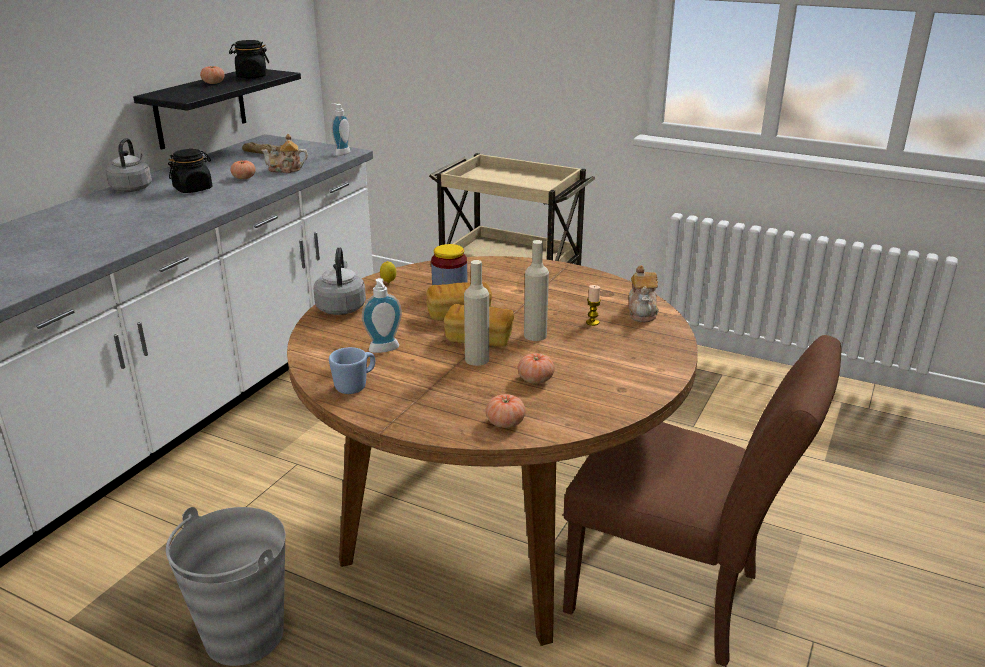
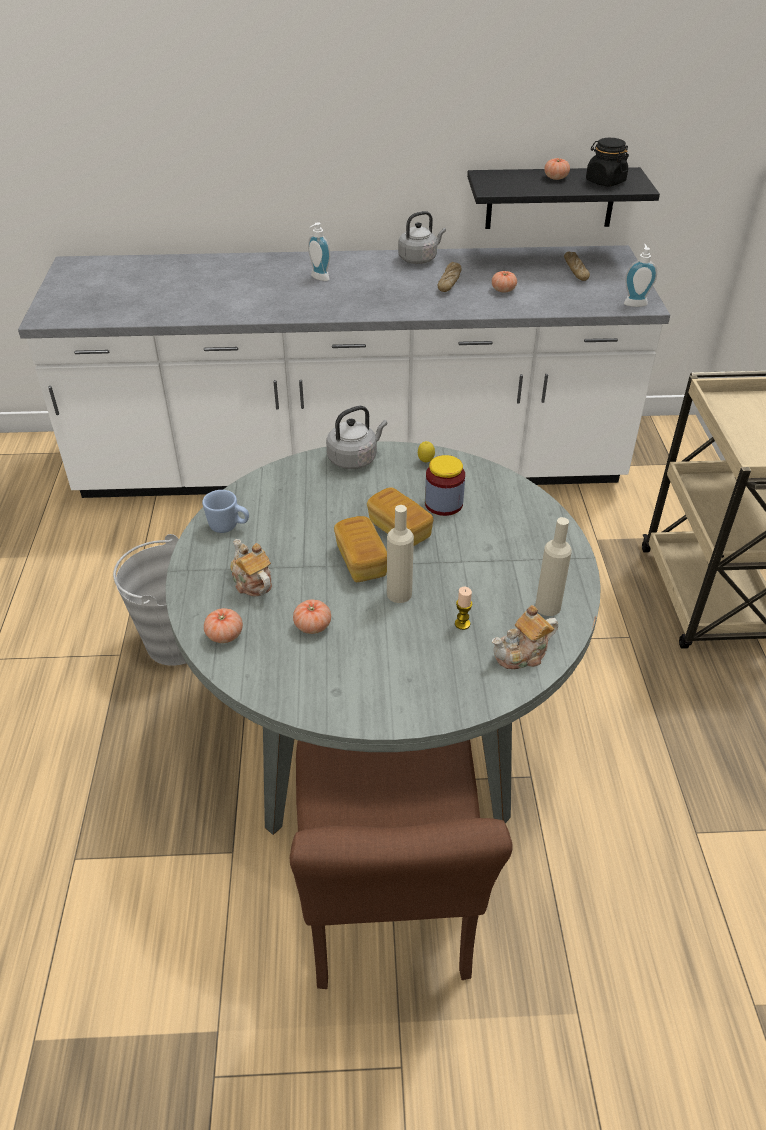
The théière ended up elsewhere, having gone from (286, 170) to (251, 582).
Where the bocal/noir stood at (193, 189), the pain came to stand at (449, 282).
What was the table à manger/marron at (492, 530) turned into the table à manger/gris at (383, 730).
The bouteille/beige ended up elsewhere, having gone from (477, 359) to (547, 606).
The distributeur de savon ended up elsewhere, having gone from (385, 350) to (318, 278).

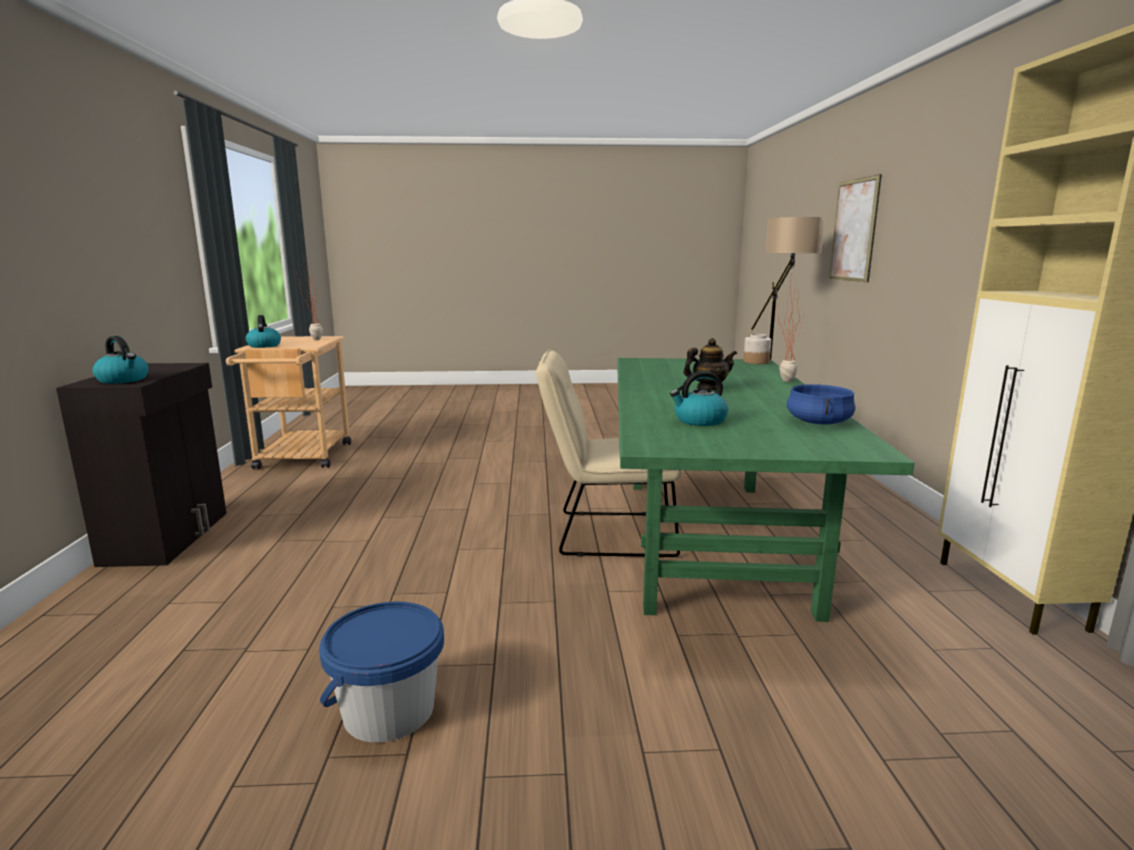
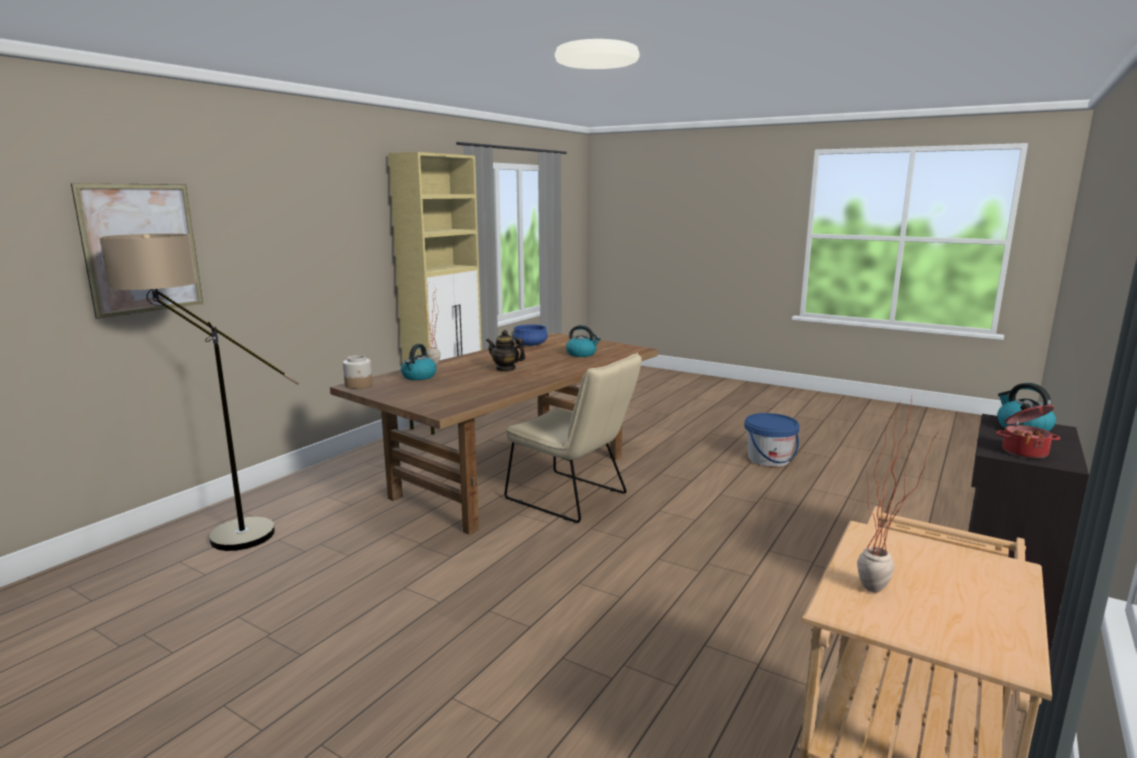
The bouilloire ended up elsewhere, having gone from (264, 345) to (419, 377).
What was the table à manger/vert at (710, 539) turned into the table à manger/marron at (514, 475).
The second view gained the marmite at (1024, 451).

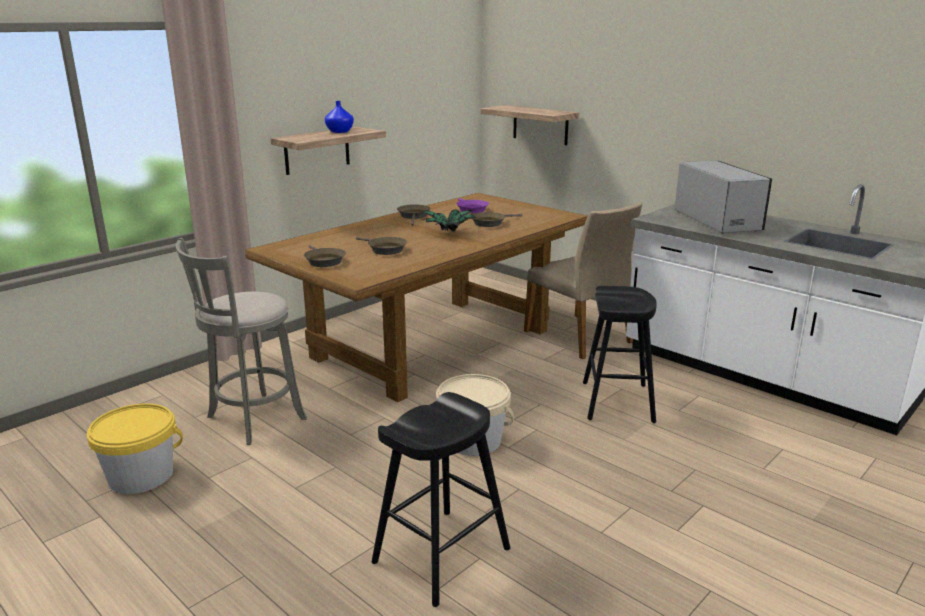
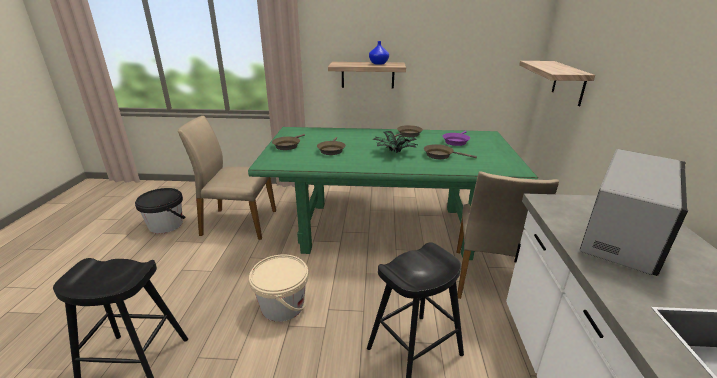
What was the table à manger/marron at (432, 344) turned into the table à manger/vert at (384, 228).
Where the tabouret/gris stood at (252, 420), the chaise/beige came to stand at (238, 223).
What was the seau/jaune at (141, 476) turned into the seau/noir at (166, 225).

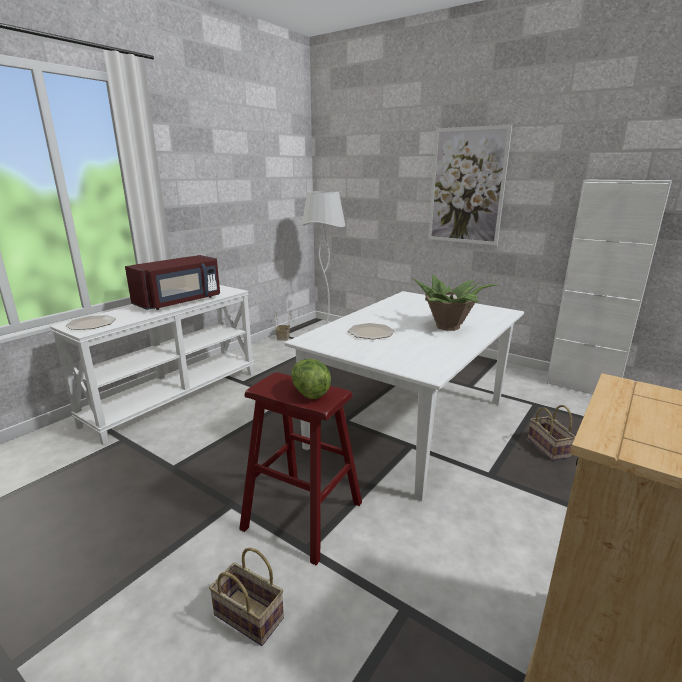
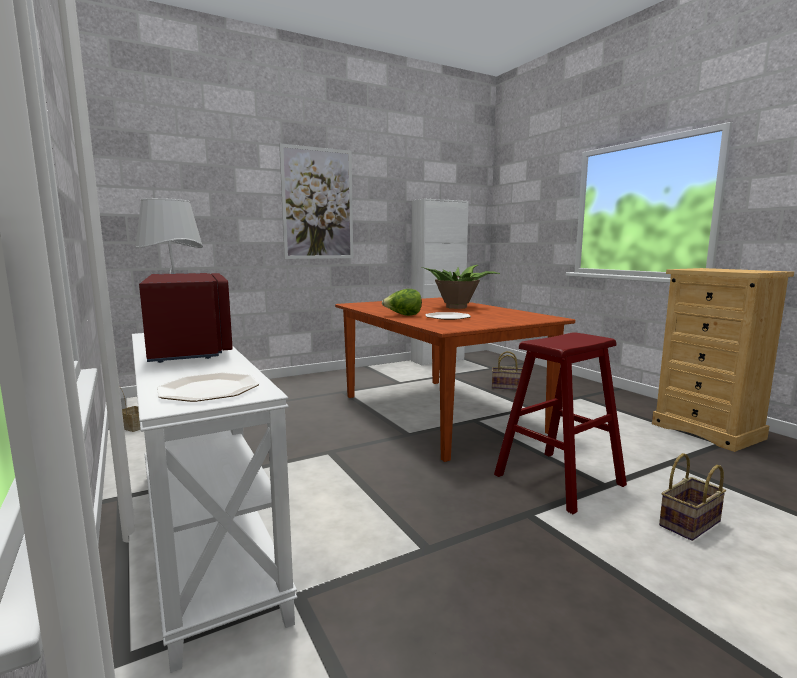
What was the table à manger/blanc at (410, 424) turned into the table à manger/marron at (440, 413).
The laitue ended up elsewhere, having gone from (309, 393) to (403, 315).

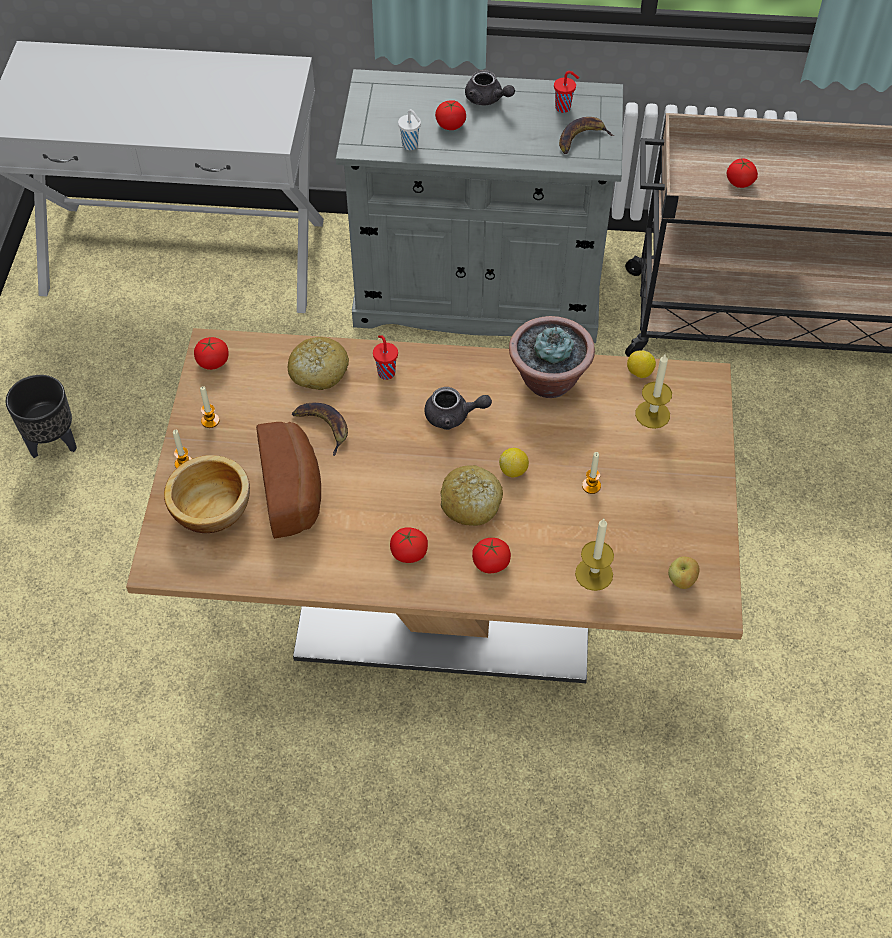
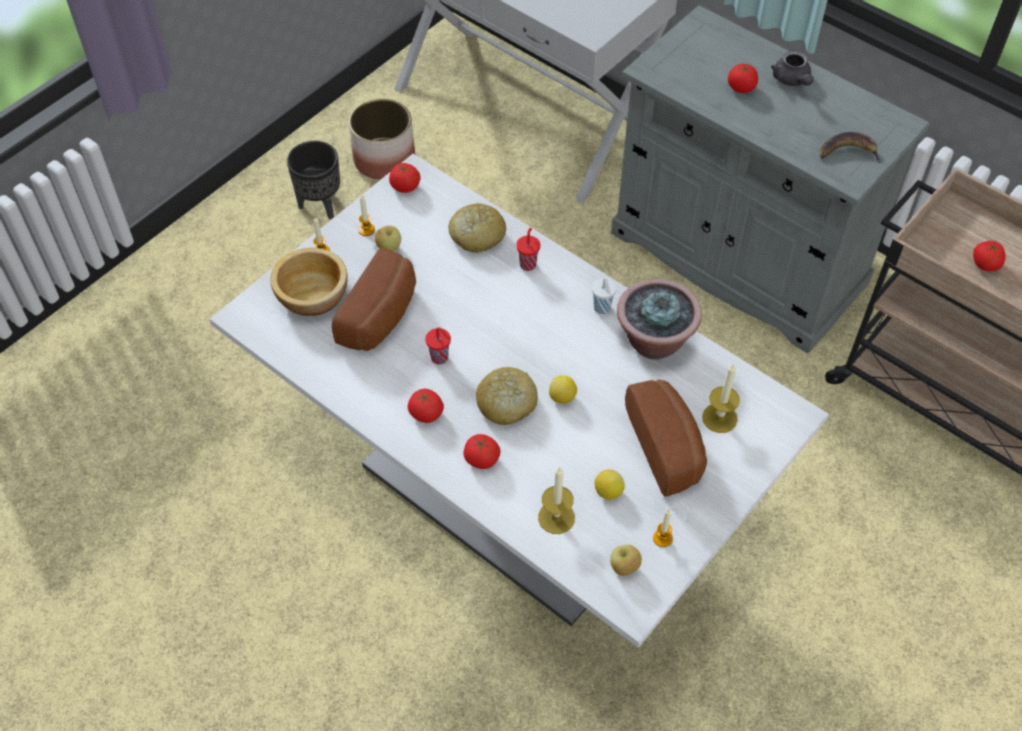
The tasse/rouge ended up elsewhere, having gone from (564, 108) to (440, 358).
The tasse/blanc ended up elsewhere, having gone from (410, 146) to (602, 308).
What was the table à manger/marron at (446, 602) turned into the table à manger/blanc at (510, 492).
The citron ended up elsewhere, having gone from (639, 373) to (608, 491).
The second view lost the théière/gris at (453, 416).
The second view lost the banane at (323, 427).
The bougie ended up elsewhere, having gone from (591, 486) to (662, 538).
The second view gained the cache-pot at (384, 159).
The second view gained the pomme at (389, 248).
The second view gained the pain at (668, 446).

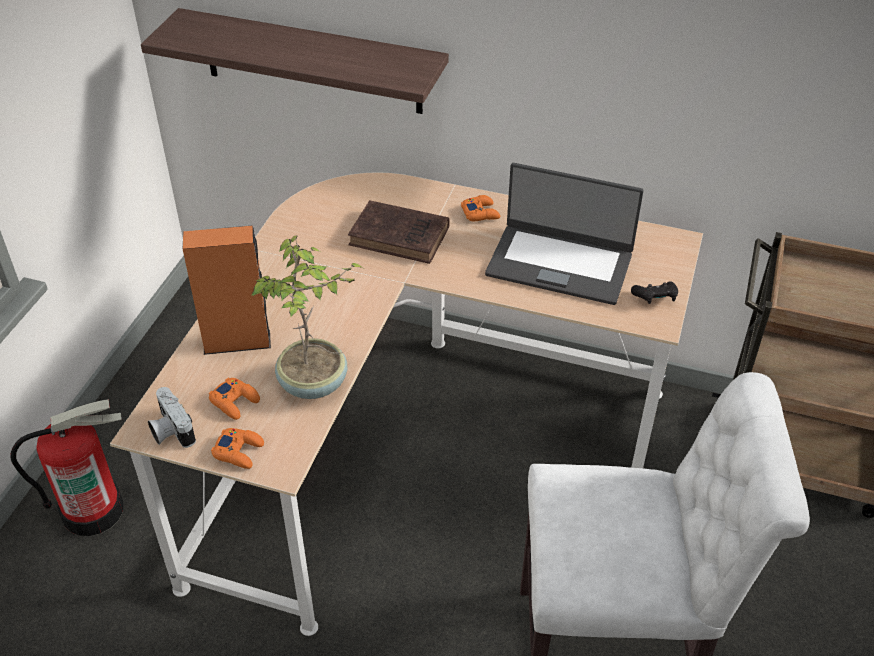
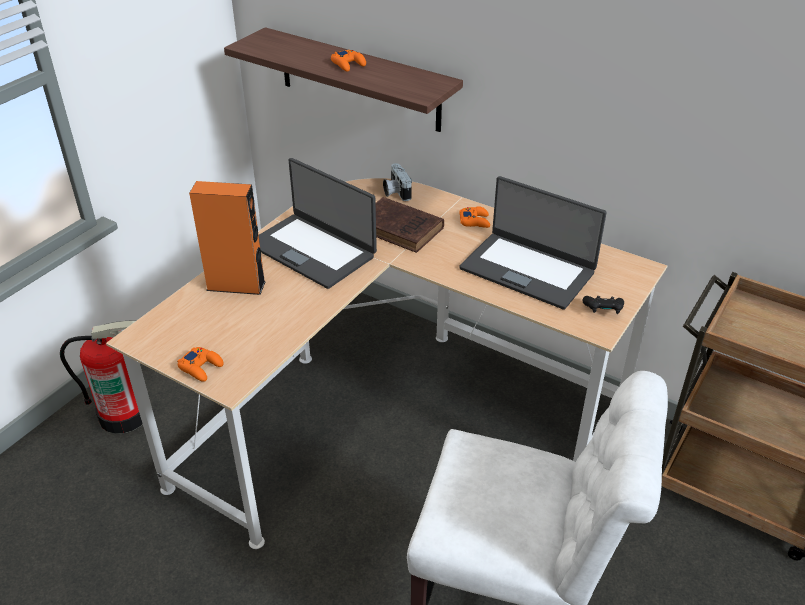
The second view lost the plante en pot at (314, 385).
The manette/orange ended up elsewhere, having gone from (235, 402) to (348, 64).
The appareil photo ended up elsewhere, having gone from (170, 430) to (395, 192).
The second view gained the ordinateur portable at (313, 250).

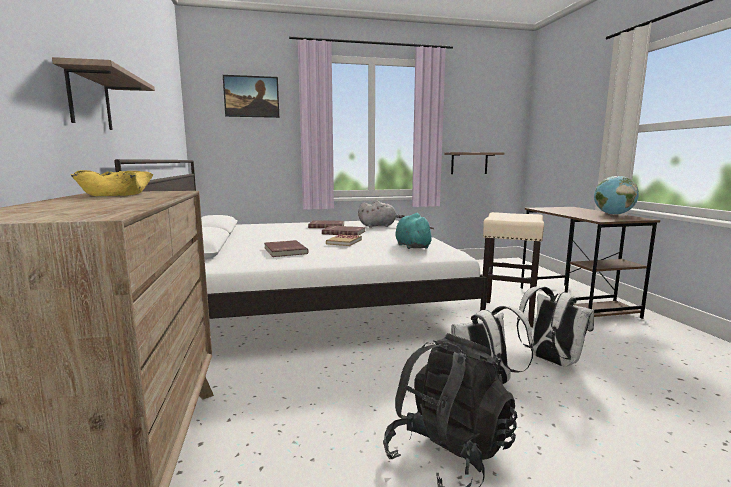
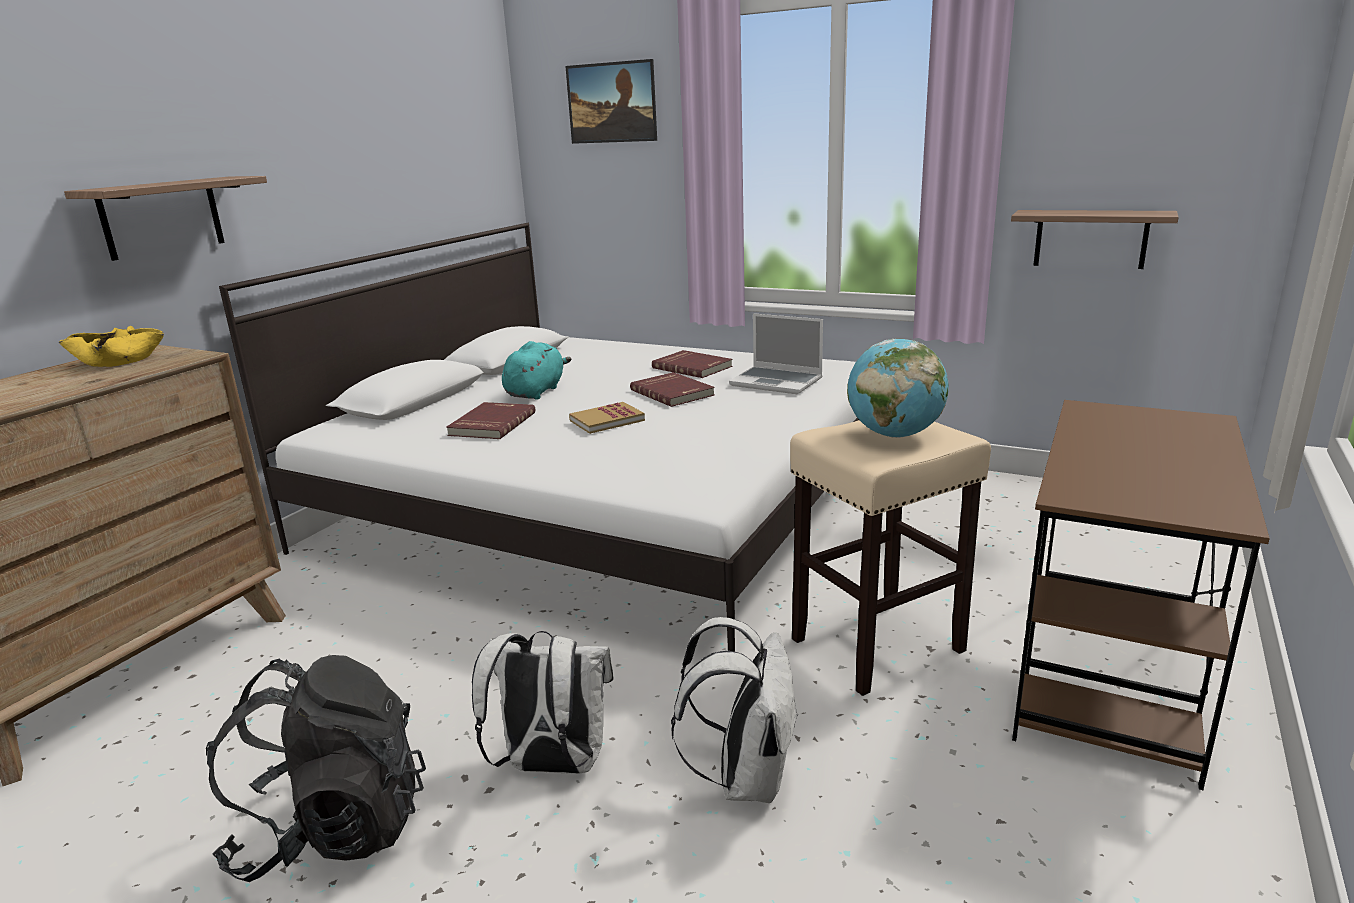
The globe ended up elsewhere, having gone from (613, 214) to (894, 434).
Where the peluche/gris stood at (379, 226), the ordinateur portable came to stand at (777, 382).
The peluche/turquoise ended up elsewhere, having gone from (412, 246) to (536, 391).

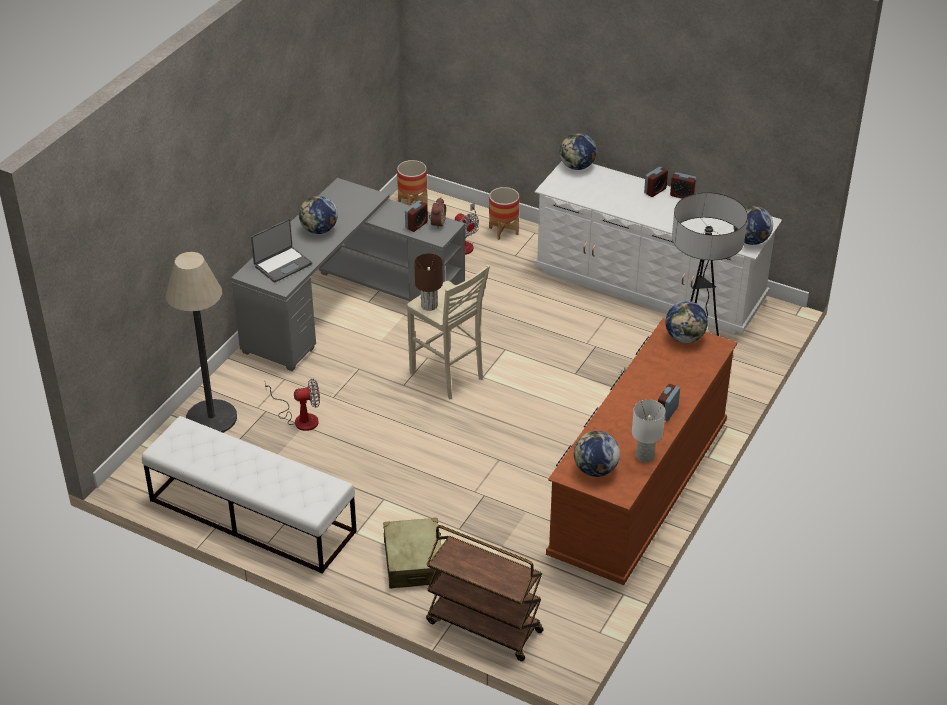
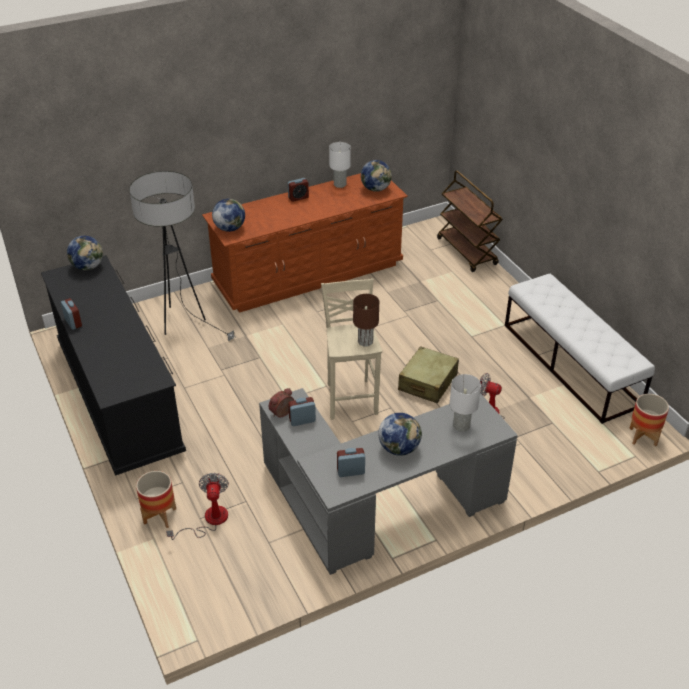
The second view lost the globe at (577, 167).
The cache-pot ended up elsewhere, having gone from (412, 203) to (643, 437).
What was the commode/blanc at (649, 286) turned into the commode/noir at (119, 397).
The réveil ended up elsewhere, having gone from (655, 191) to (350, 471).
Where the ordinateur portable stood at (282, 265), the lampe de table/blanc came to stand at (461, 426).
The second view lost the lampadaire at (211, 418).
The valise/beige ended up elsewhere, having gone from (414, 562) to (427, 382).

